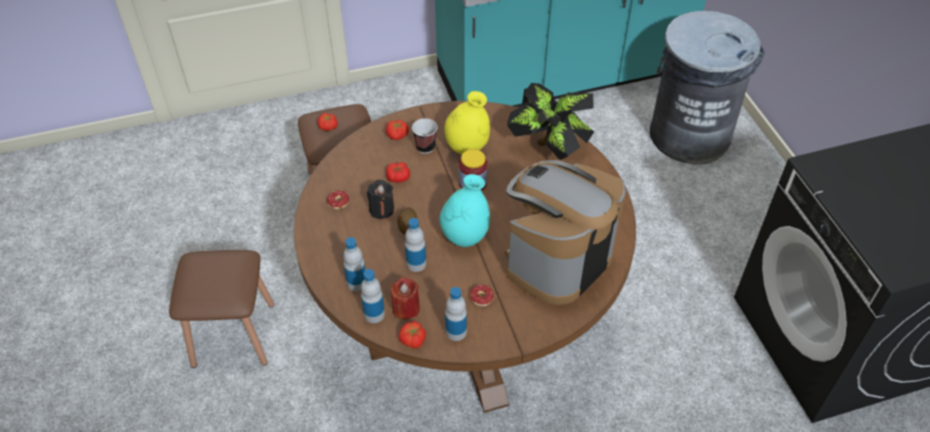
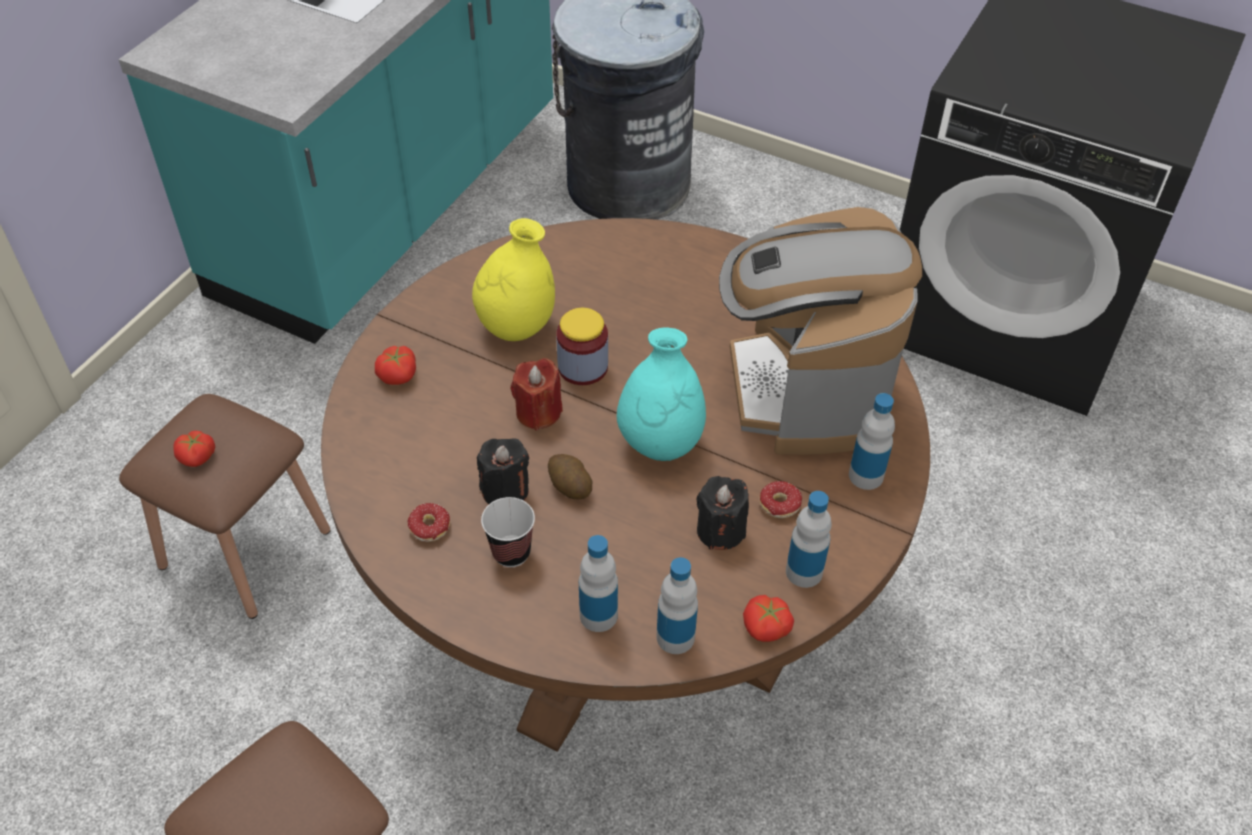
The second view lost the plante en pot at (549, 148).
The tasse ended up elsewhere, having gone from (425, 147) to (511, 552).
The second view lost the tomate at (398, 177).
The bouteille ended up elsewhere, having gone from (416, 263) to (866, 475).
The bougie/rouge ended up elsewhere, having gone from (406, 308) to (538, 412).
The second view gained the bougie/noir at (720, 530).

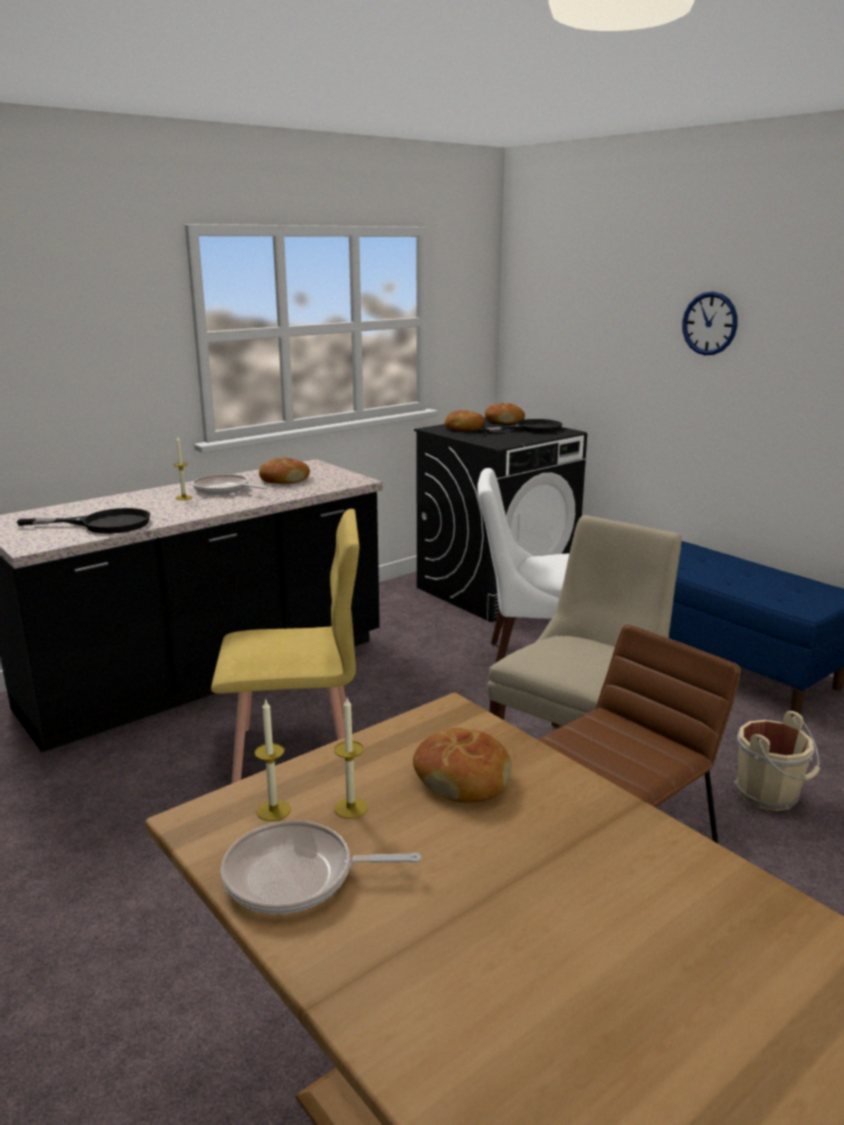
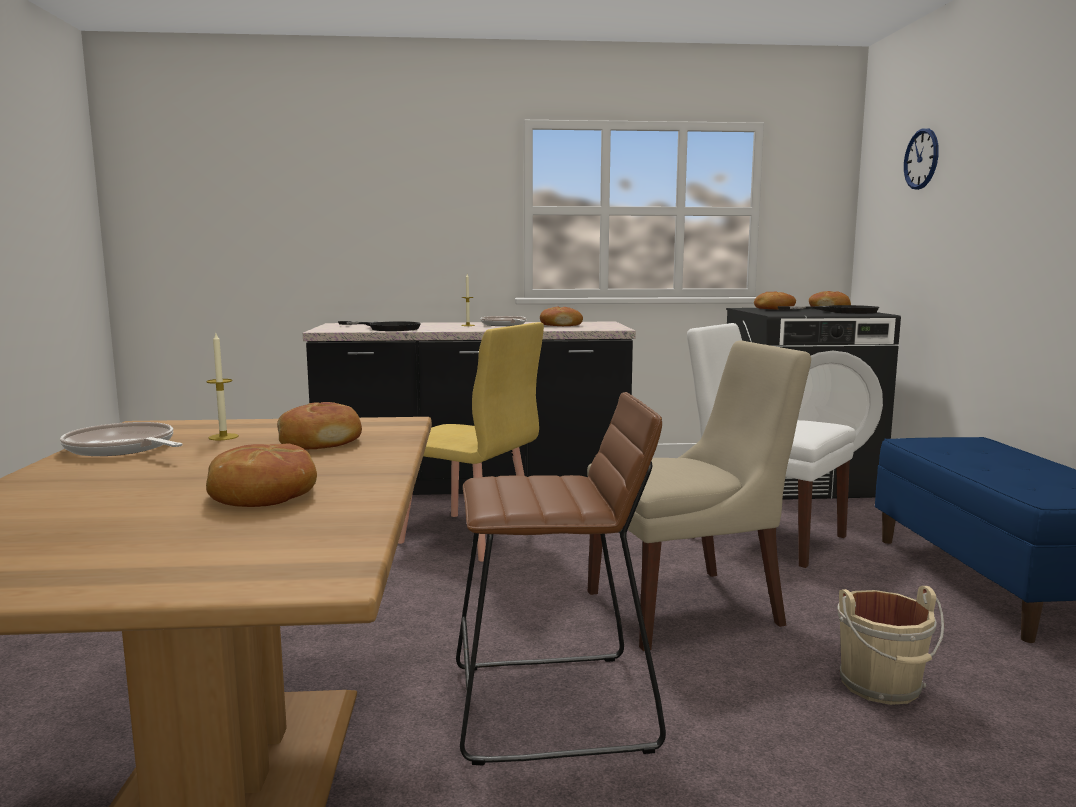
The horloge murale ended up elsewhere, having gone from (709, 323) to (921, 159).
The second view lost the bougie at (273, 810).
The second view gained the pain at (263, 494).

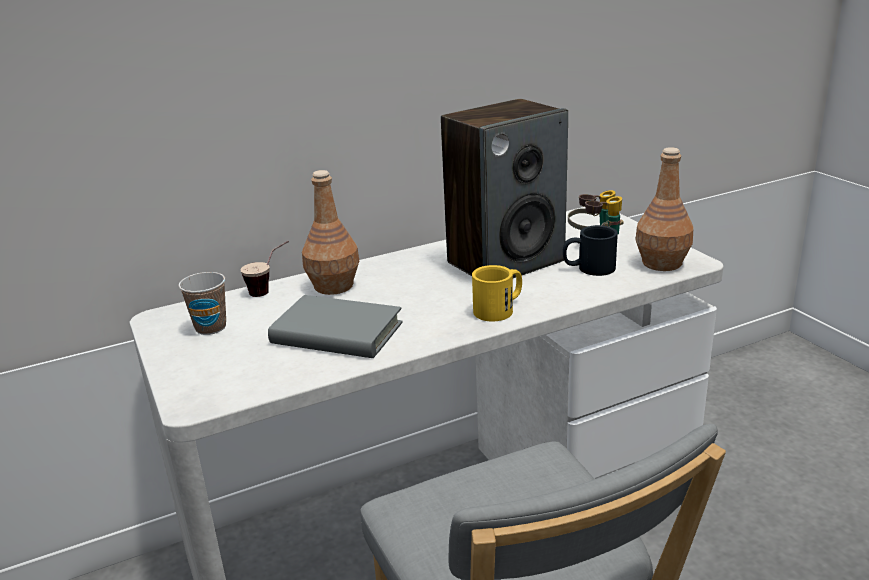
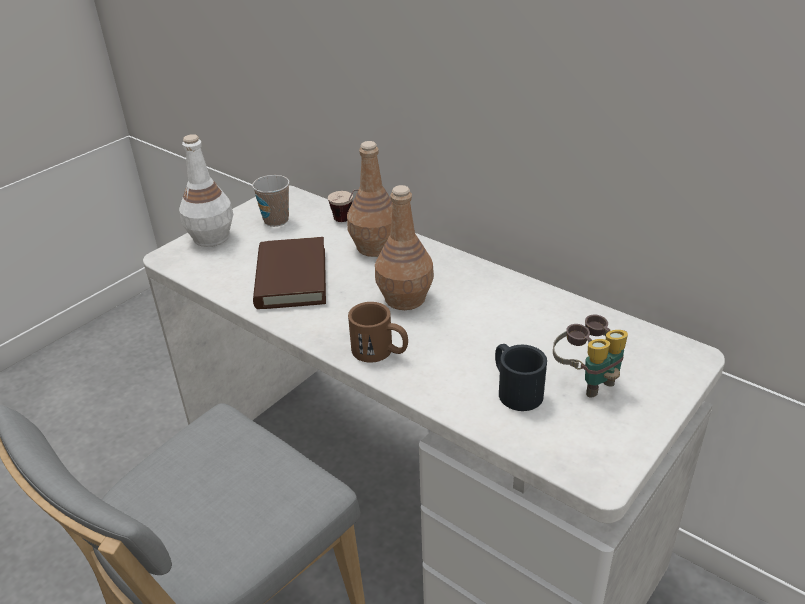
The second view lost the enceinte at (505, 262).
The bouteille/marron ended up elsewhere, having gone from (662, 263) to (405, 299).
What was the mug/jaune at (499, 309) turned into the mug/marron at (380, 351).
What was the livre/gris at (337, 333) turned into the livre/marron at (291, 278).
The second view gained the bouteille/blanc at (211, 237).

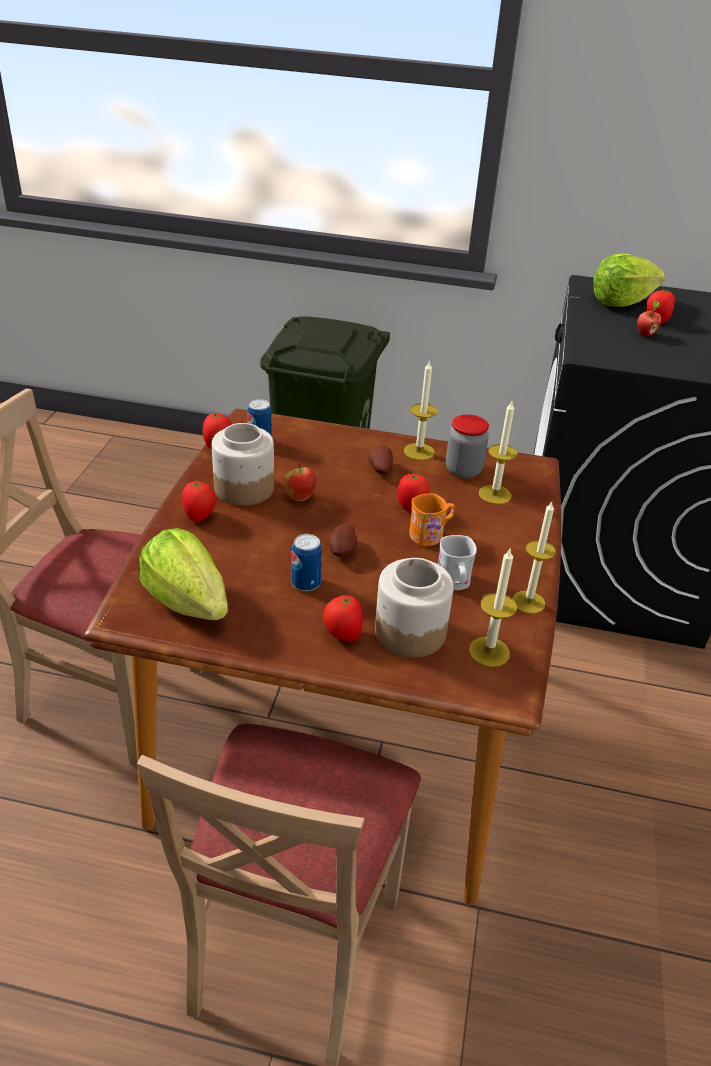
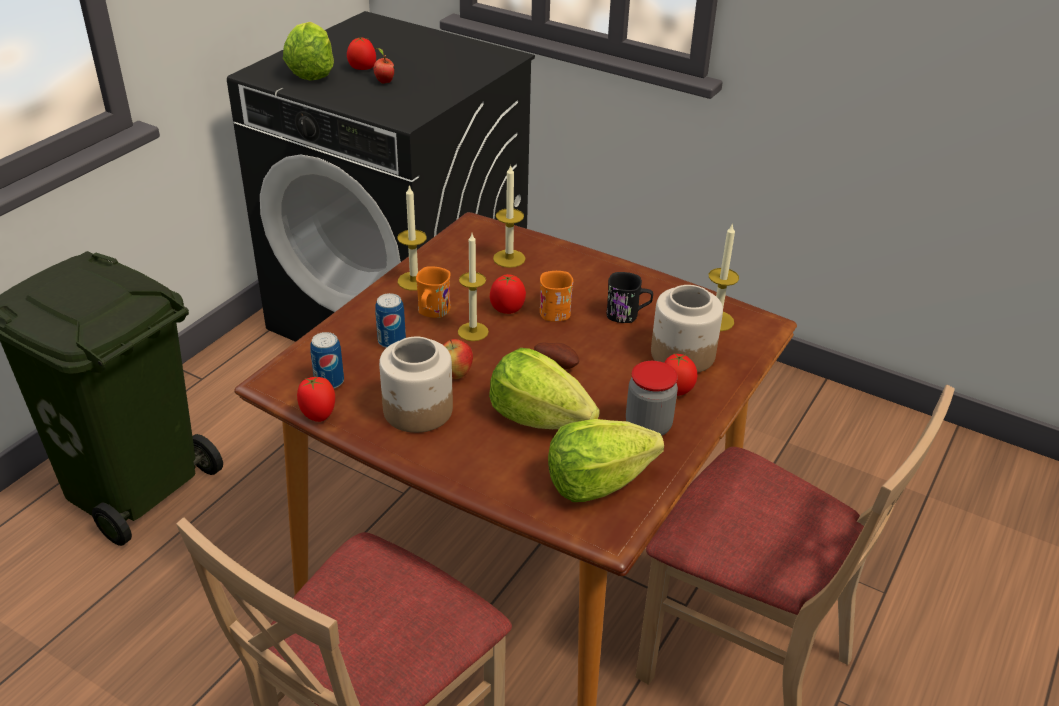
The bocal ended up elsewhere, having gone from (463, 470) to (648, 426).
Where the pomme de terre stood at (379, 469), the mug/orange came to stand at (432, 312).
The second view lost the tomate at (199, 517).
The bougie ended up elsewhere, having gone from (528, 602) to (473, 331).
The boîte métallique ended up elsewhere, having gone from (306, 583) to (391, 341).
What was the mug/blanc at (454, 584) turned into the mug/noir at (628, 315).
The second view gained the laitue at (539, 417).

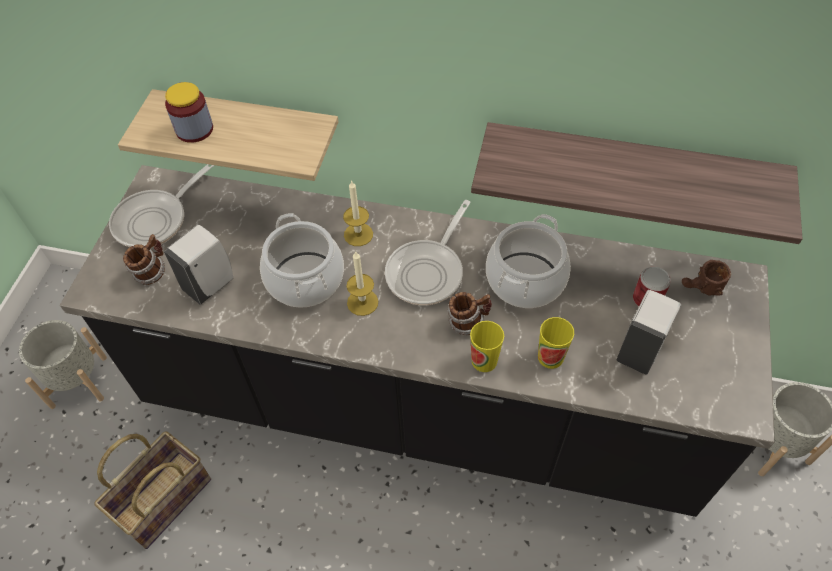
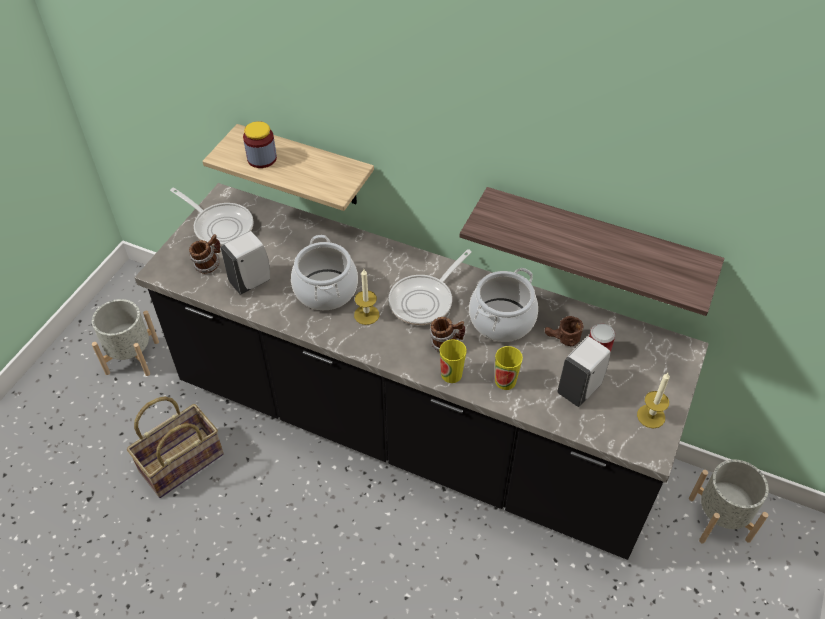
The poêle at (156, 219) ended up facing another way, 105 degrees counterclockwise from before.
The bougie ended up elsewhere, having gone from (358, 234) to (651, 416).
The mug/marron ended up elsewhere, having gone from (701, 289) to (561, 340).

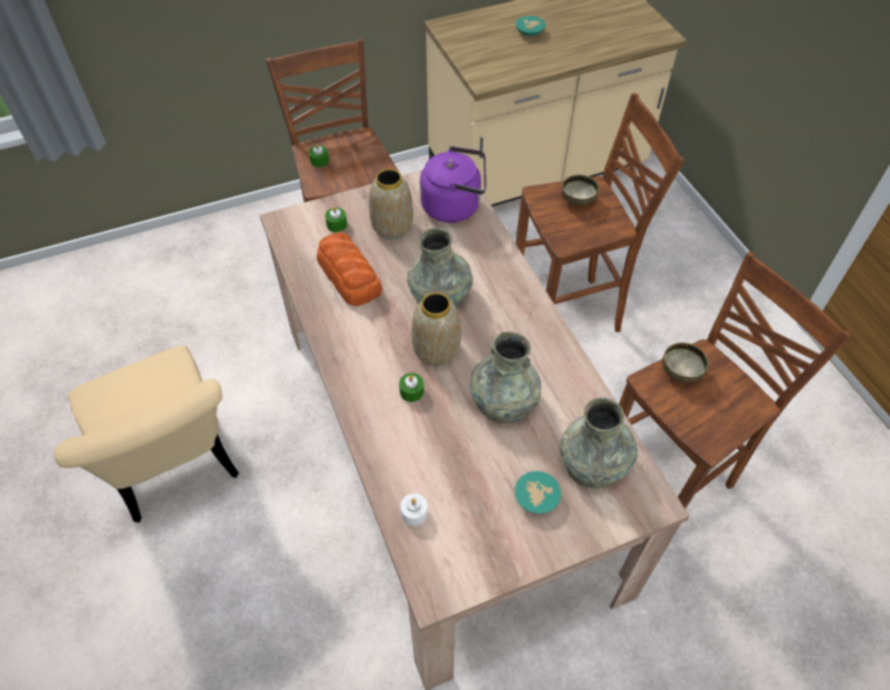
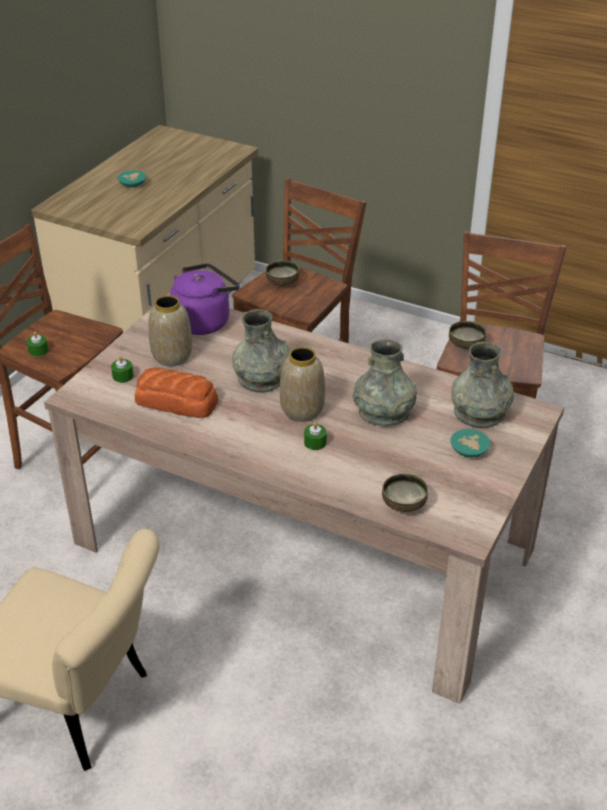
Where the bougie/blanc stood at (414, 513), the bol came to stand at (404, 505).

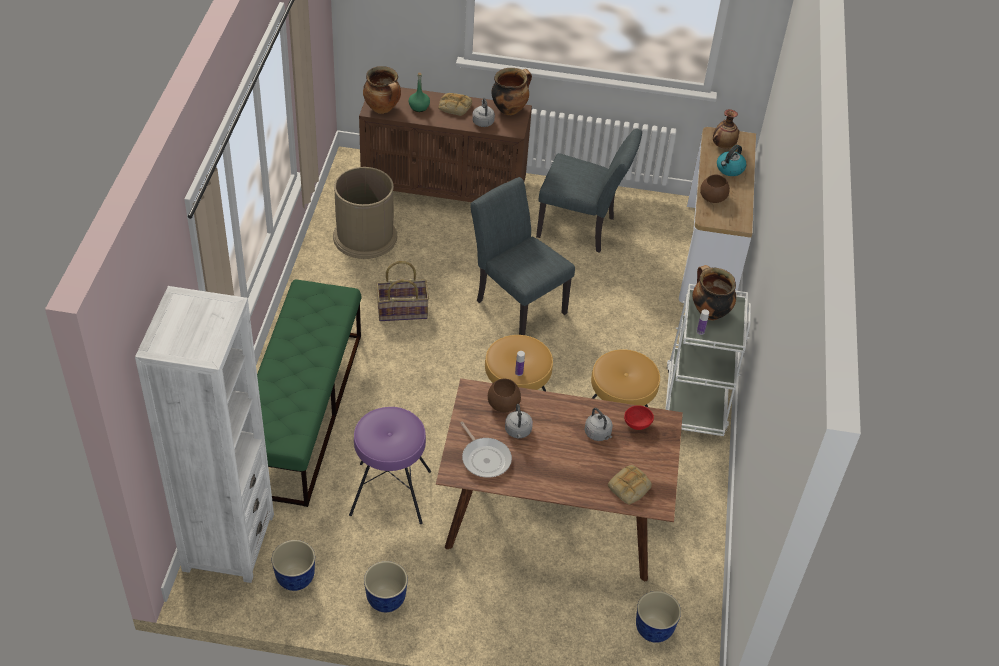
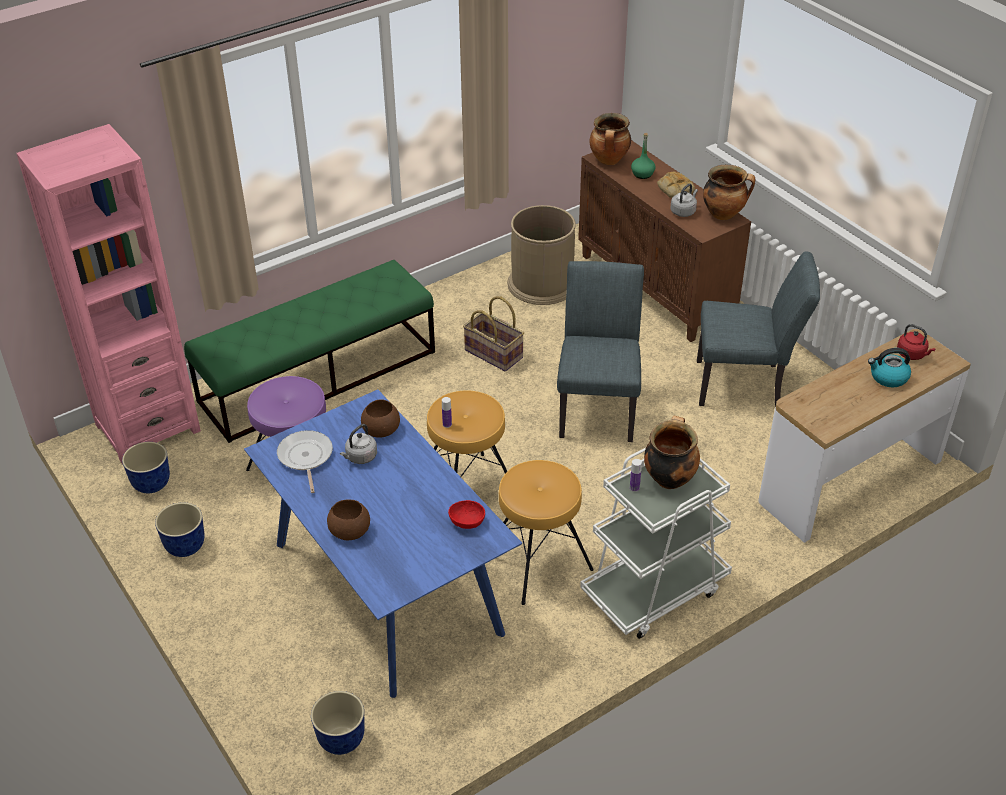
Where the vase stood at (723, 146), the bouilloire/rouge came to stand at (912, 354).
The chaise/gris at (582, 229) ended up facing another way, 60 degrees counterclockwise from before.
The bol/marron ended up elsewhere, having gone from (712, 197) to (349, 530).
What was the bibliothèque/blanc at (228, 542) turned into the bibliothèque/rose at (147, 427).
What was the table à manger/marron at (553, 517) turned into the table à manger/bleu at (389, 588).
The second view lost the bouilloire/gris at (598, 434).
The poêle at (485, 458) ended up facing another way, 150 degrees clockwise from before.
The second view lost the pain at (629, 488).

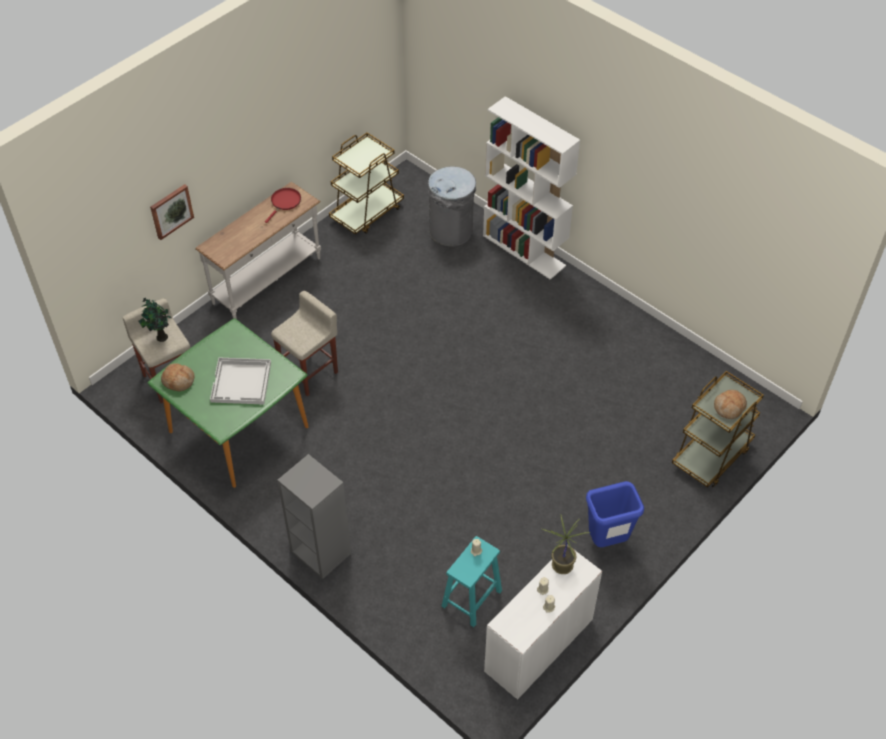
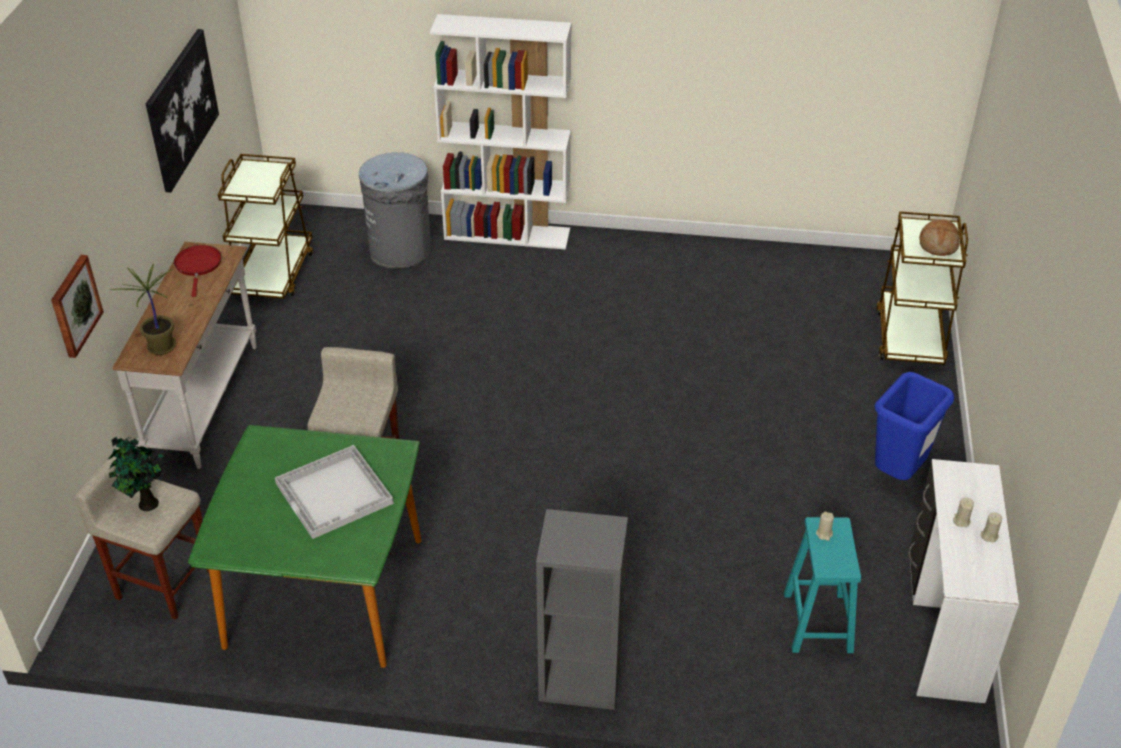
The second view lost the pain at (178, 380).
The plante en pot ended up elsewhere, having gone from (562, 566) to (162, 348).
The second view gained the tableau at (181, 109).

